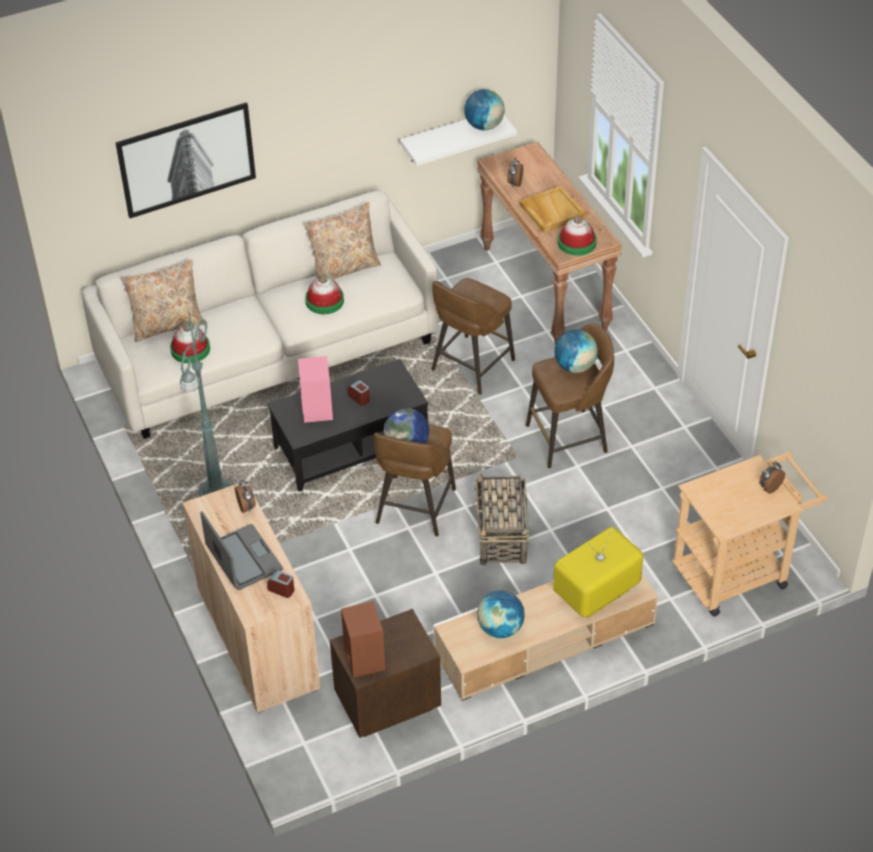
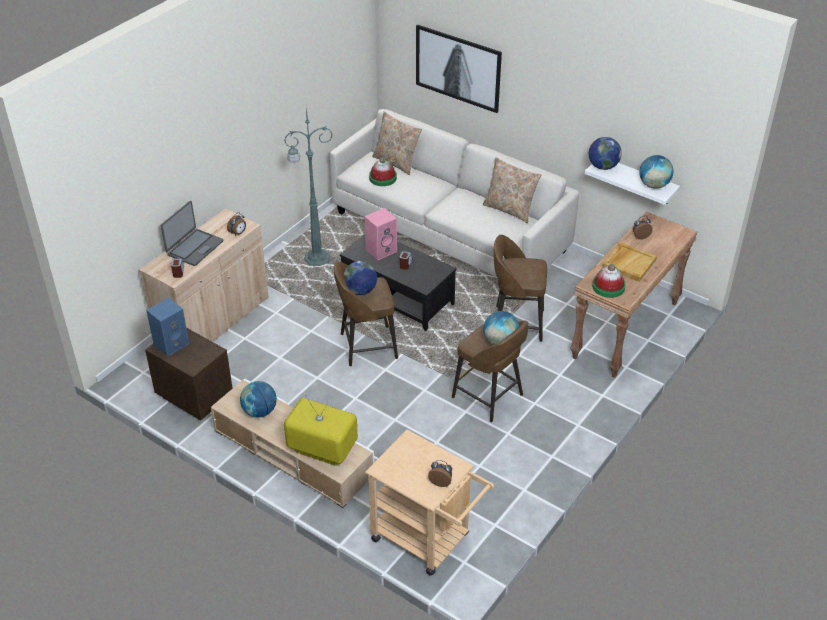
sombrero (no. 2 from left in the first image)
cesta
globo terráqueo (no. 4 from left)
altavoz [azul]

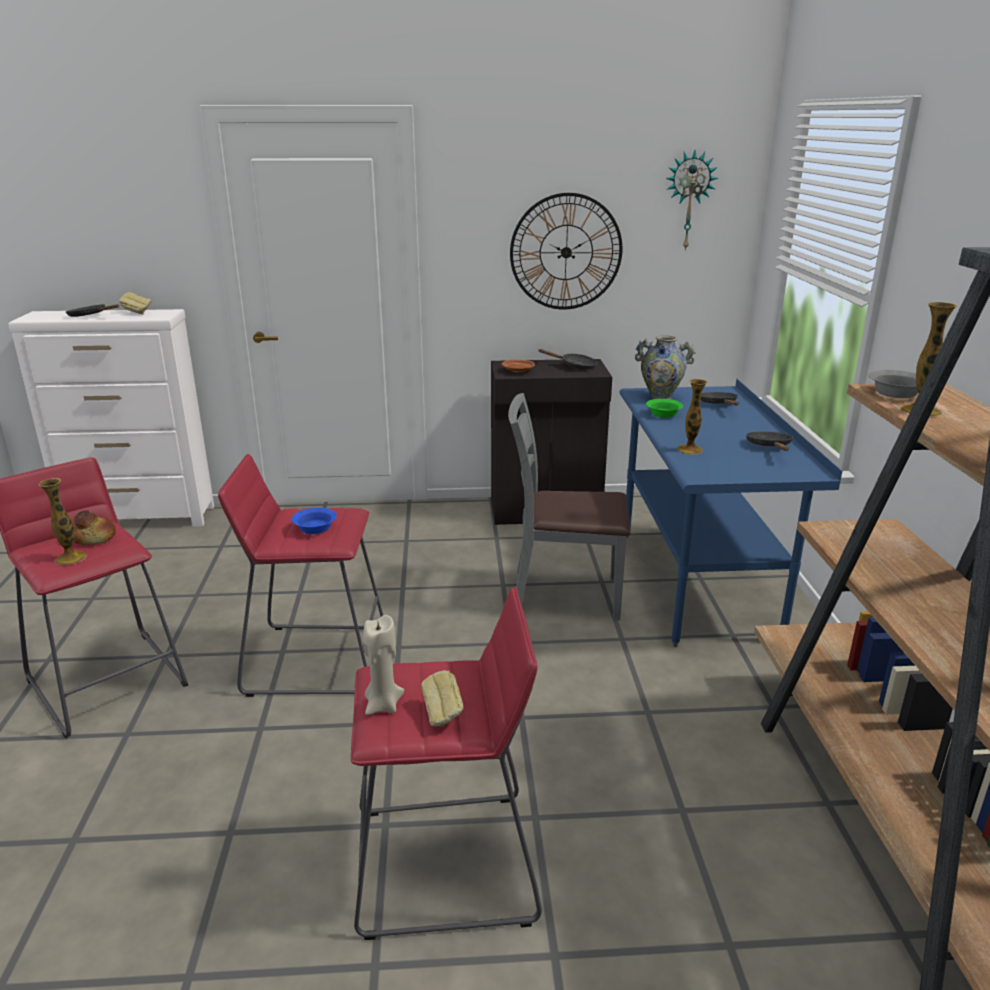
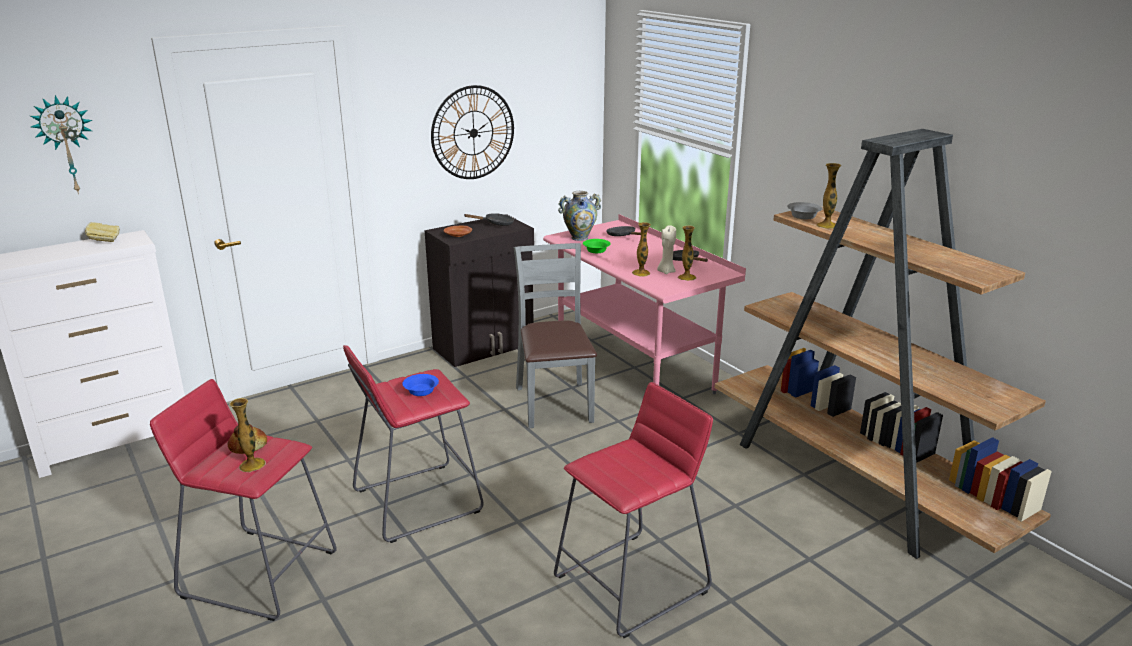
sartén [negro] (no. 1 from left in the first image)
pan (no. 3 from left in the first image)
florero (no. 4 from left)
vela [beis]
reloj de pared (no. 1 from left)
escritorio [rosa]
silla [gris]

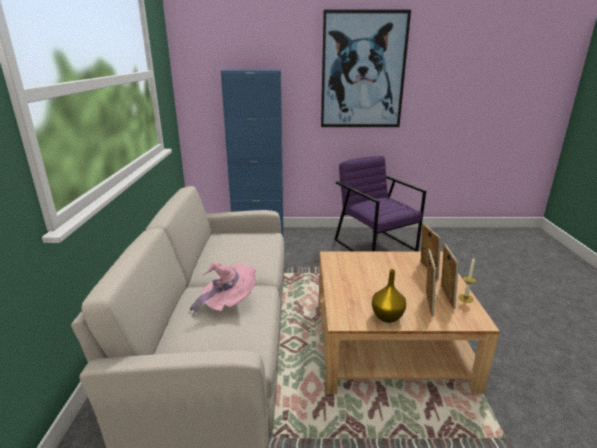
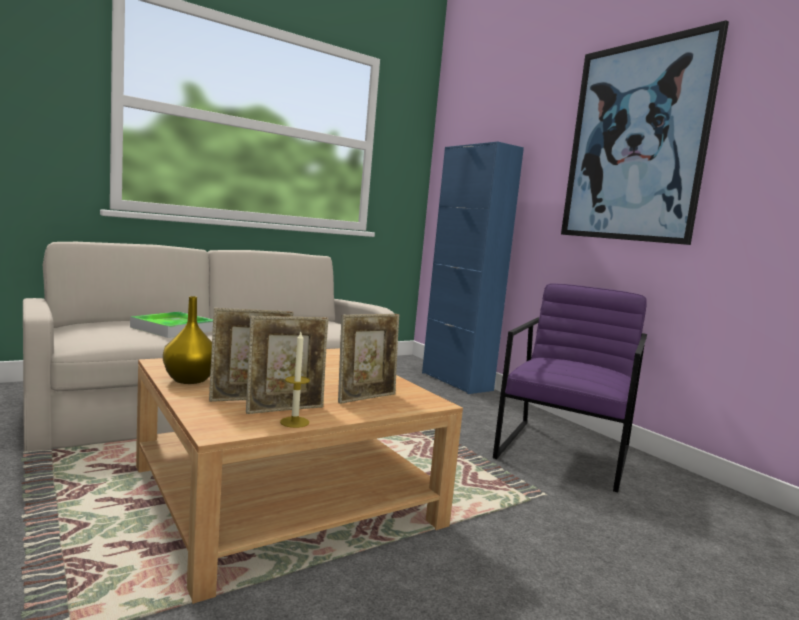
bandeja

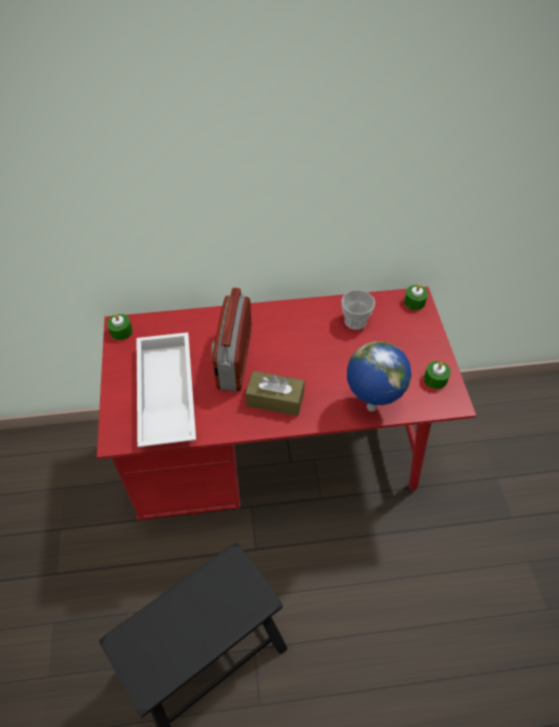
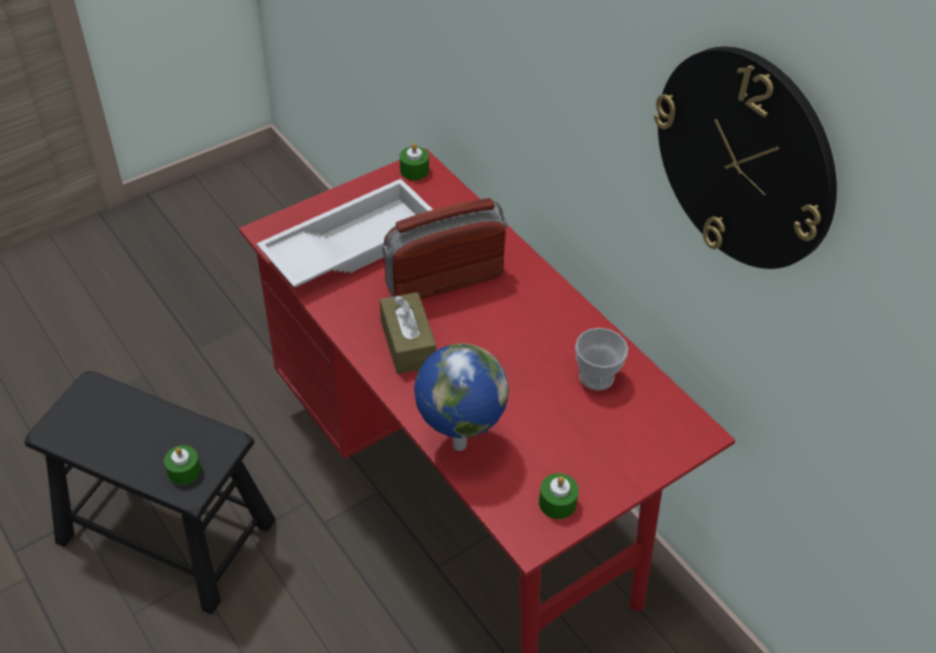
reloj de pared
vela [verde] (no. 1 from left)

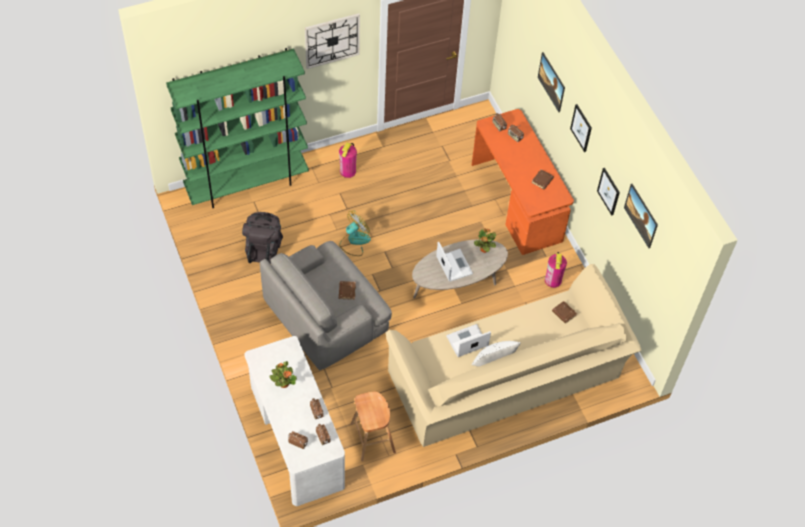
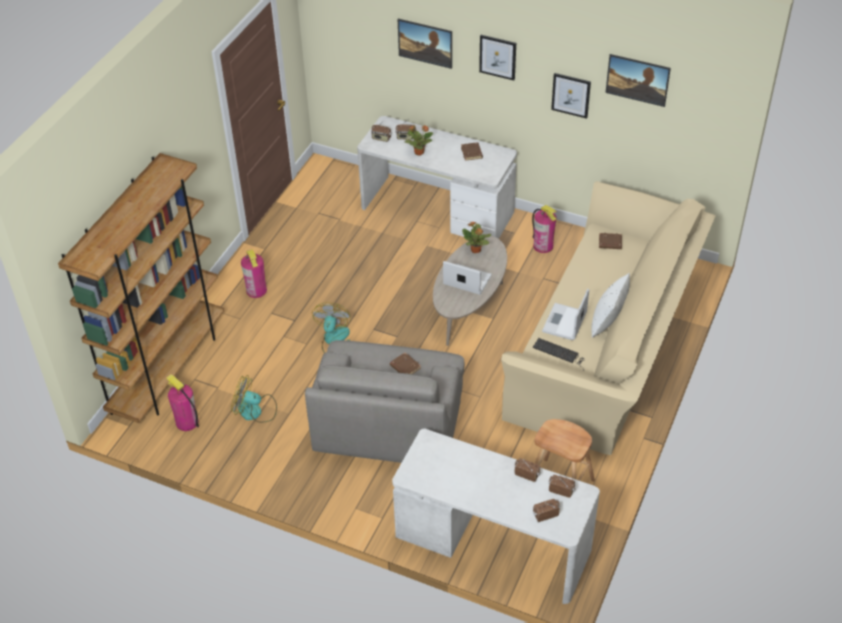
reloj de pared
extintor (no. 1 from left)
teclado
planta en maceta (no. 1 from left)
ventilador (no. 1 from left)
estantería [marrón]
escritorio [blanco] (no. 1 from left)

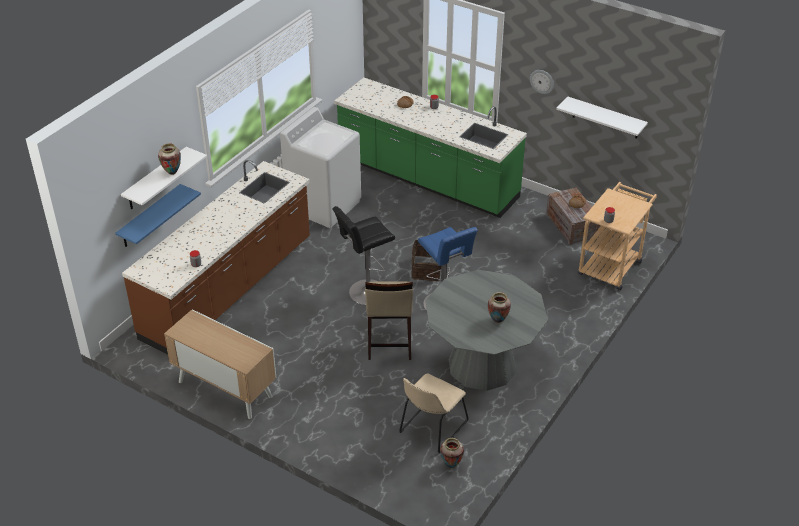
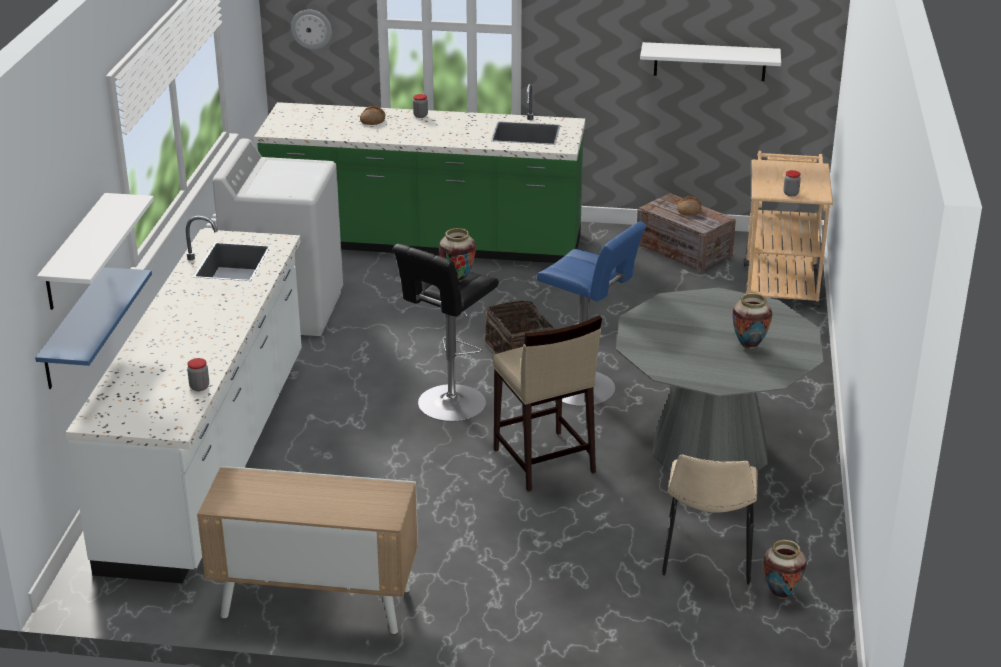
florero (no. 1 from left)
reloj de pared
mueble bajo de cocina [blanco]

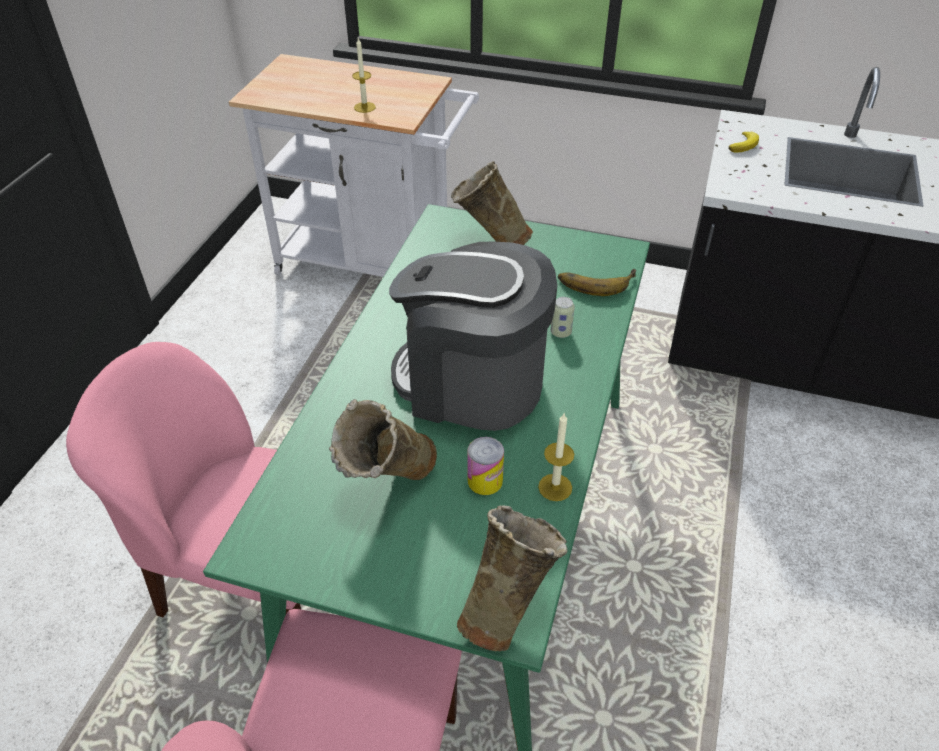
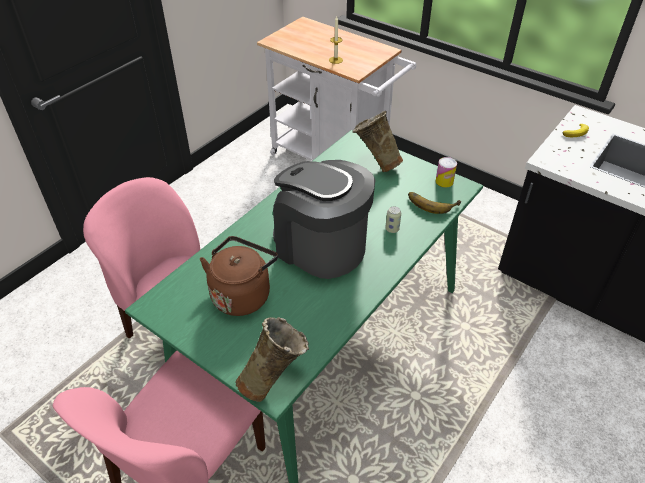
vela (no. 2 from left in the first image)
lata (no. 2 from left)
hervidor [marrón]

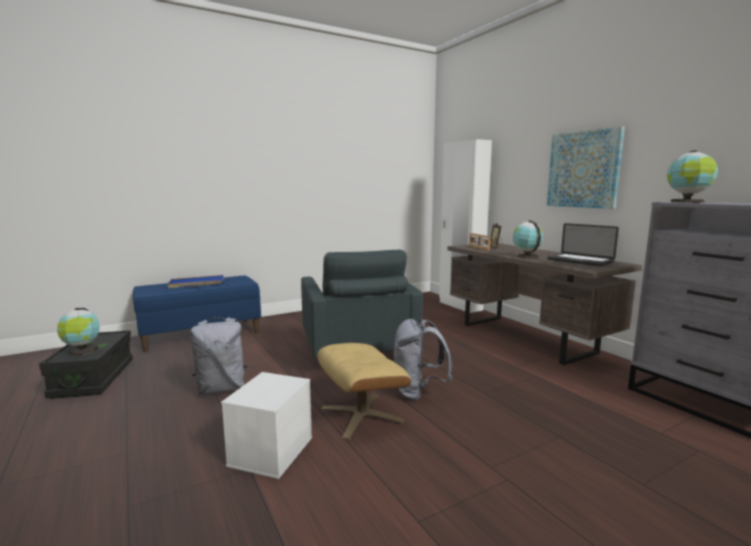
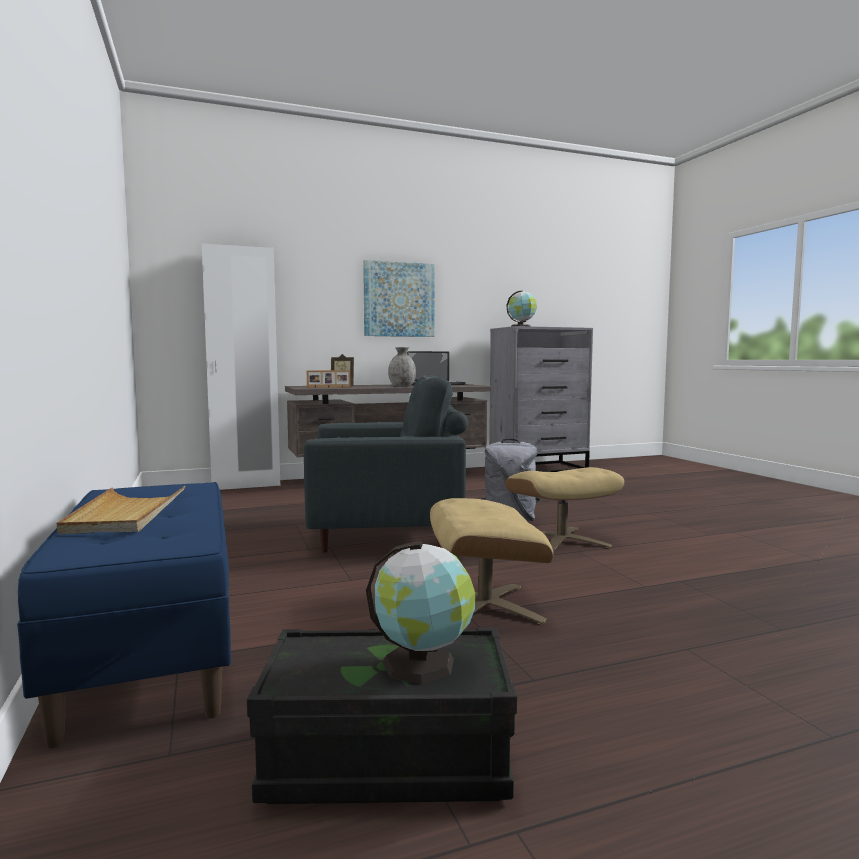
caja de almacenaje [blanco]
puf [beis] (no. 1 from left)
florero [gris]
bandeja [beis]

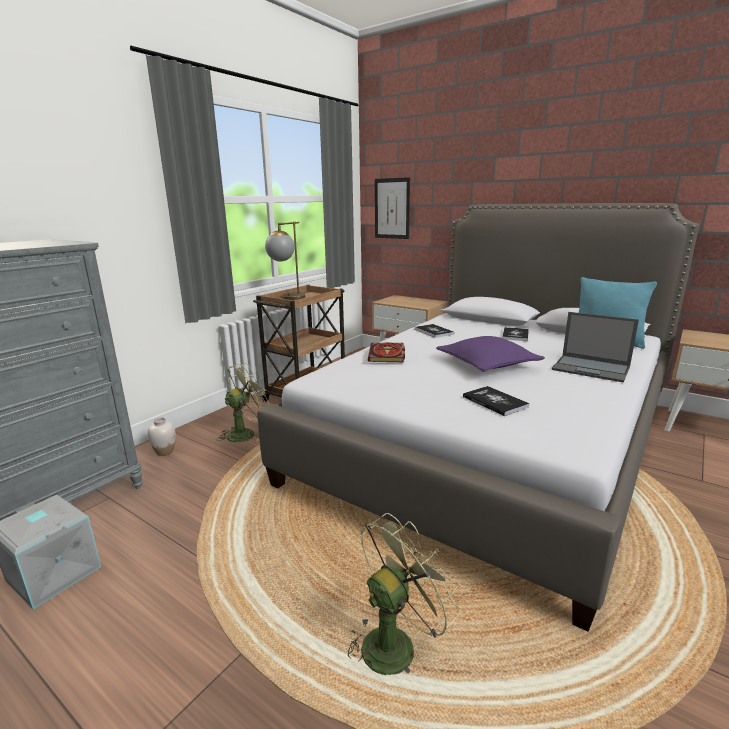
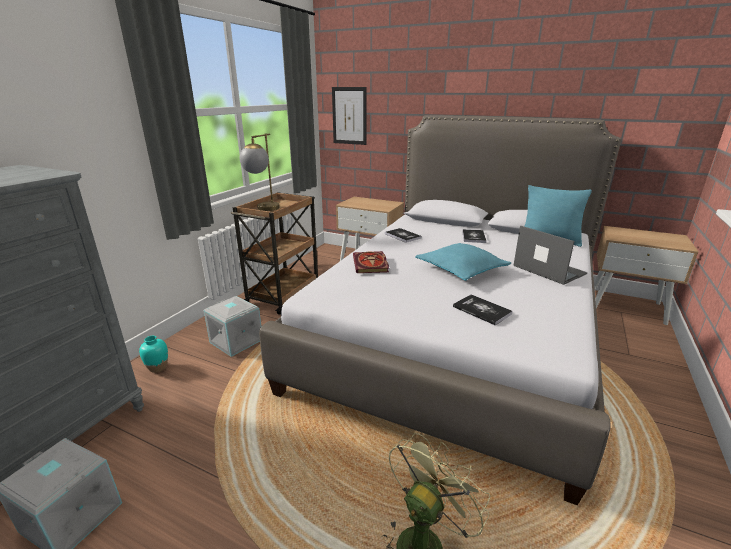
caja de almacenaje [gris] (no. 2 from left)
florero [turquesa]
cojín [turquesa] (no. 1 from left)
portátil

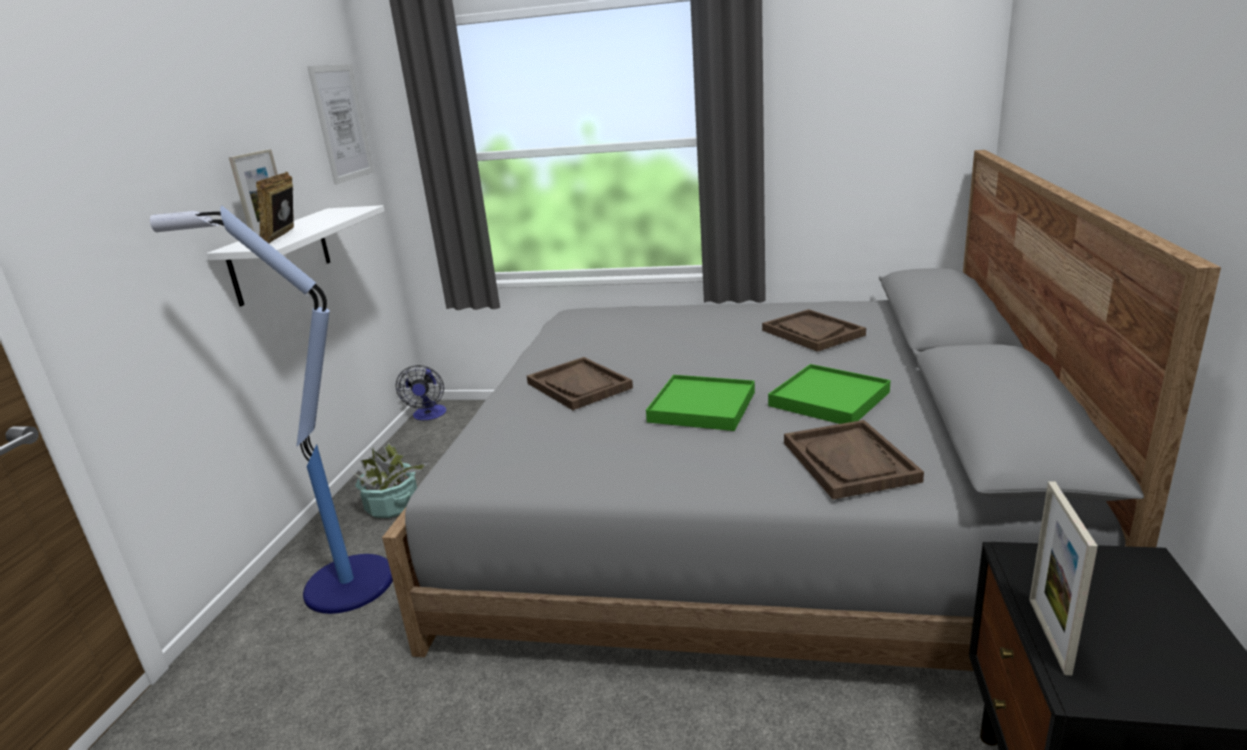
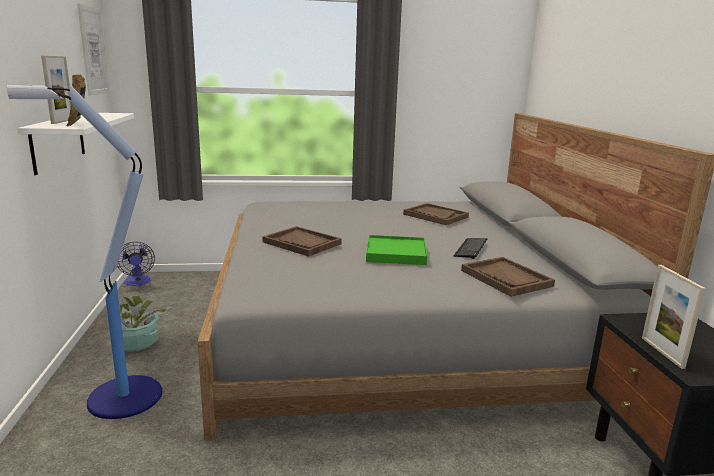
teclado

